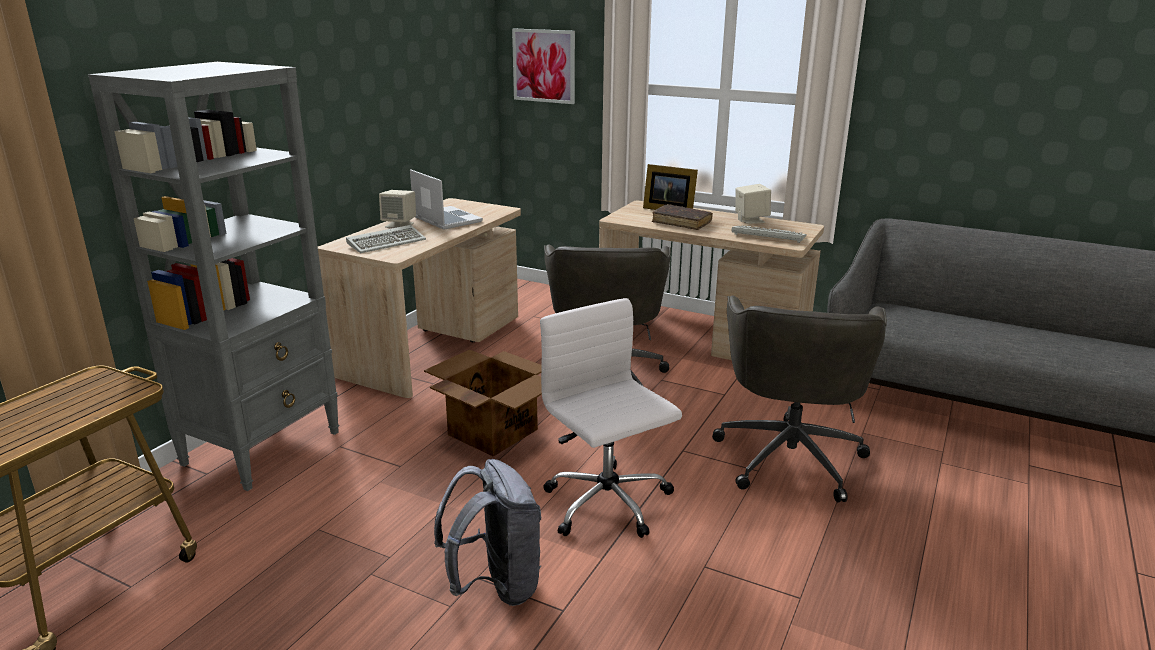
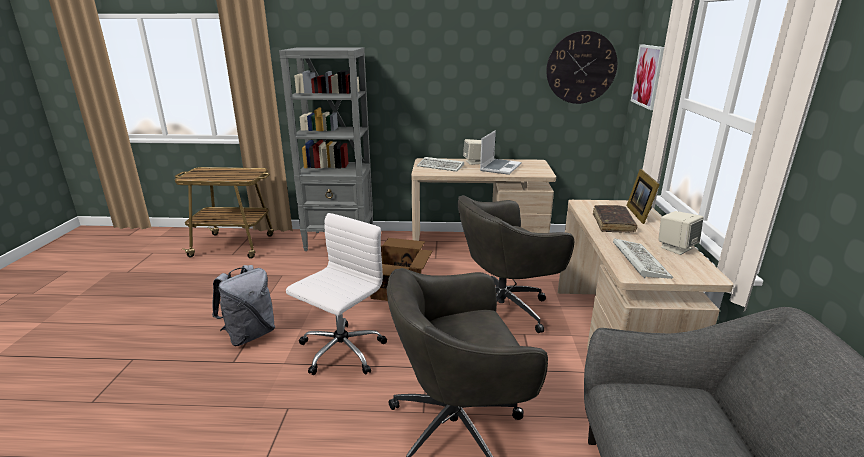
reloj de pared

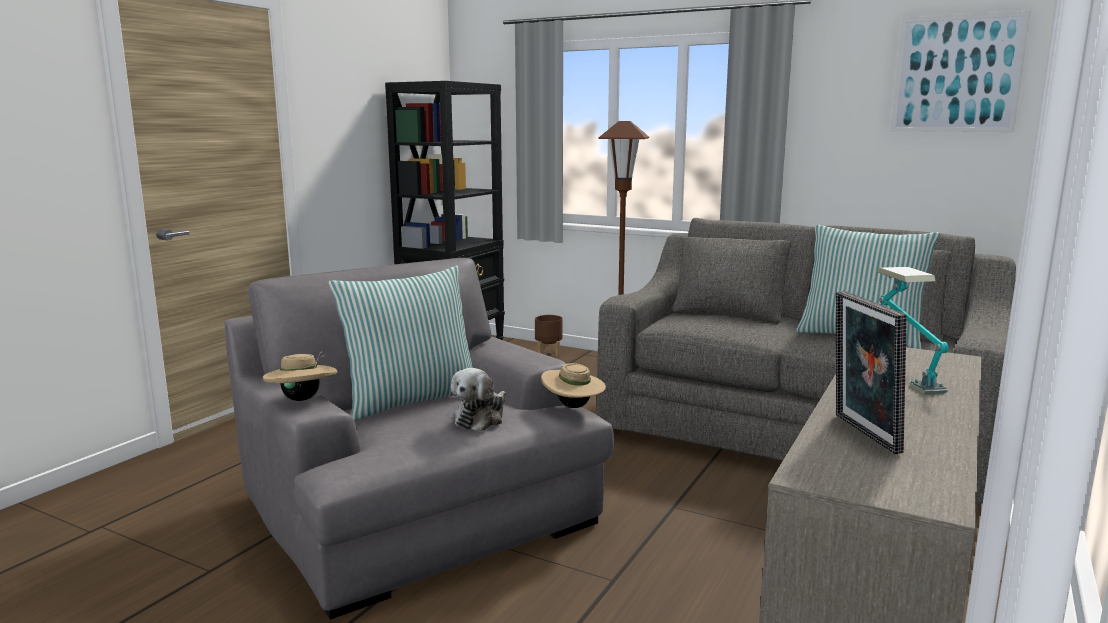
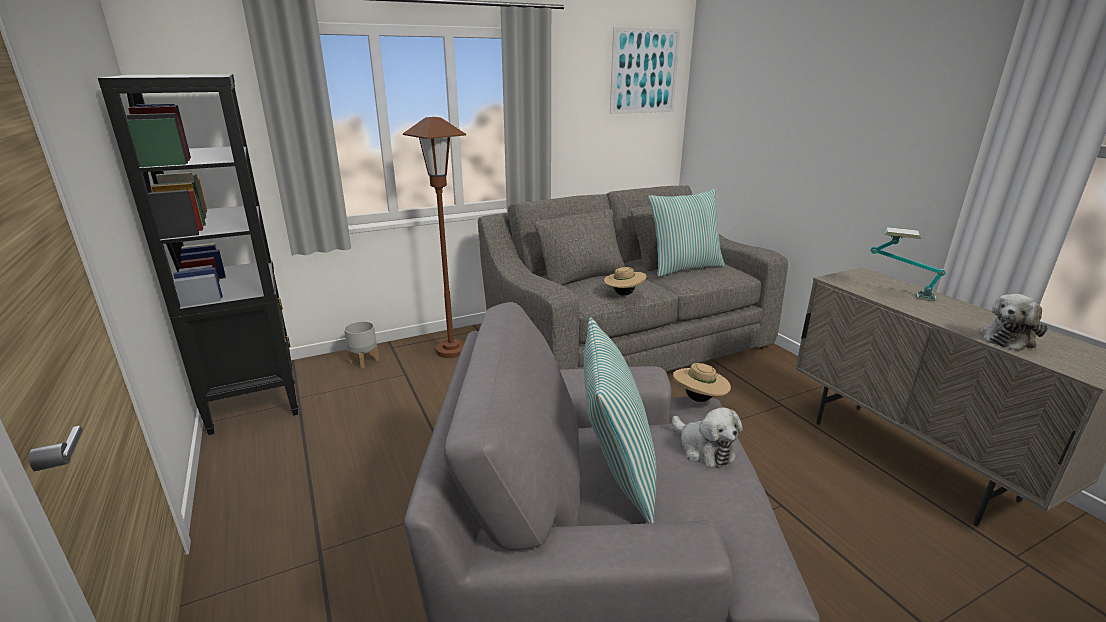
sombrero [beis] (no. 1 from left)
peluche (no. 2 from left)
maceta [gris]

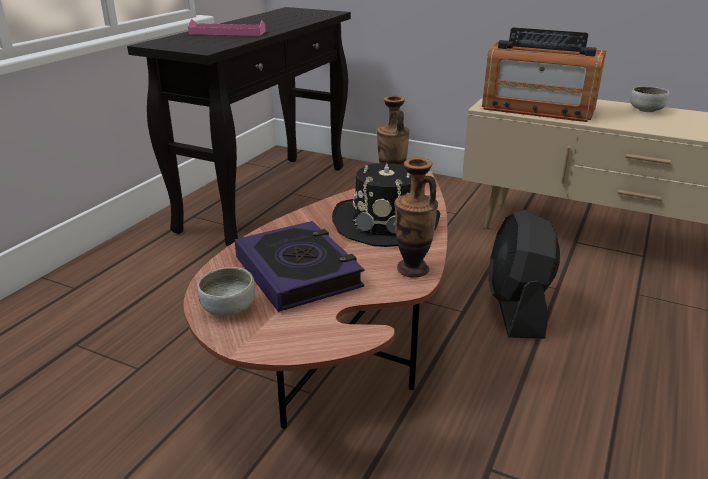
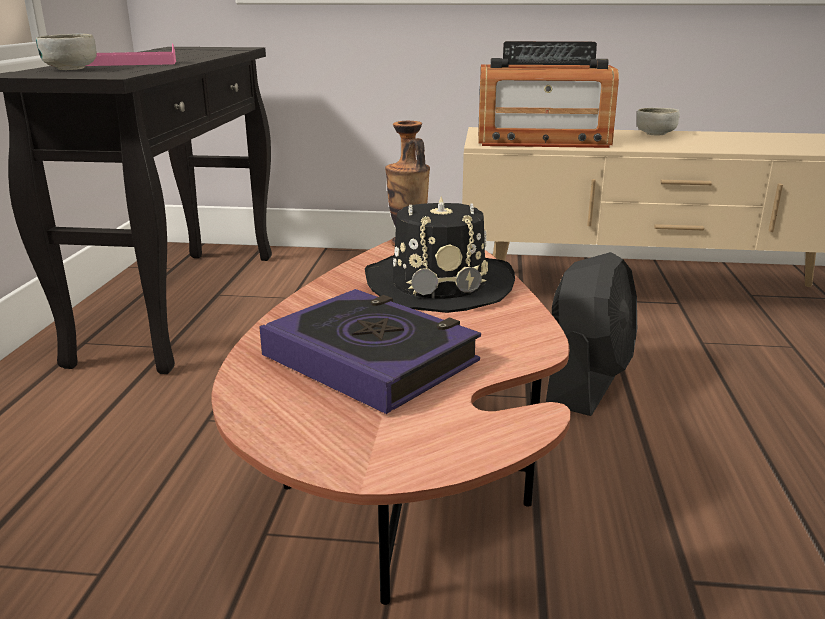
florero (no. 2 from left in the first image)
cuenco (no. 1 from left)
ventilador [negro]

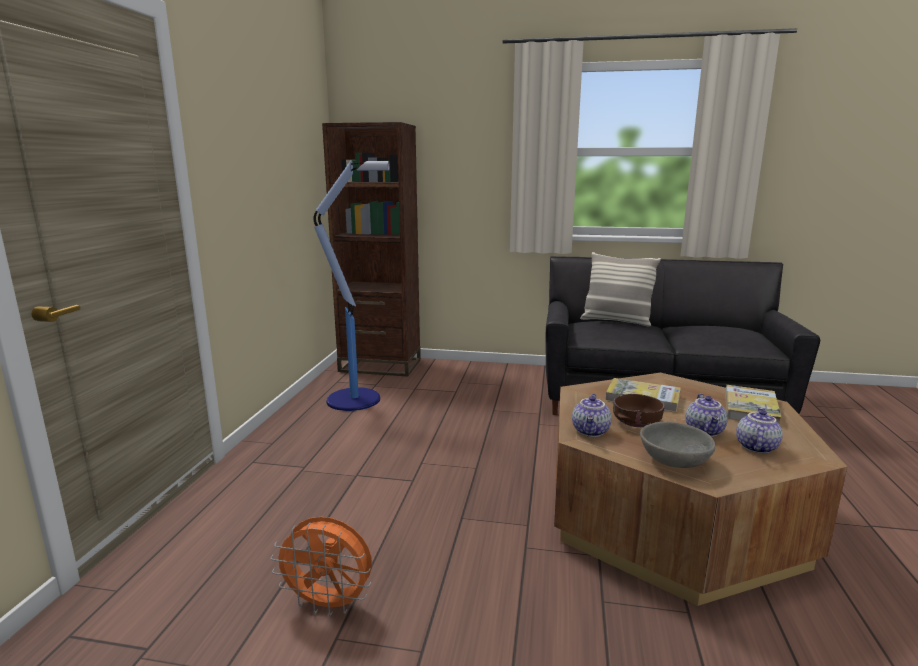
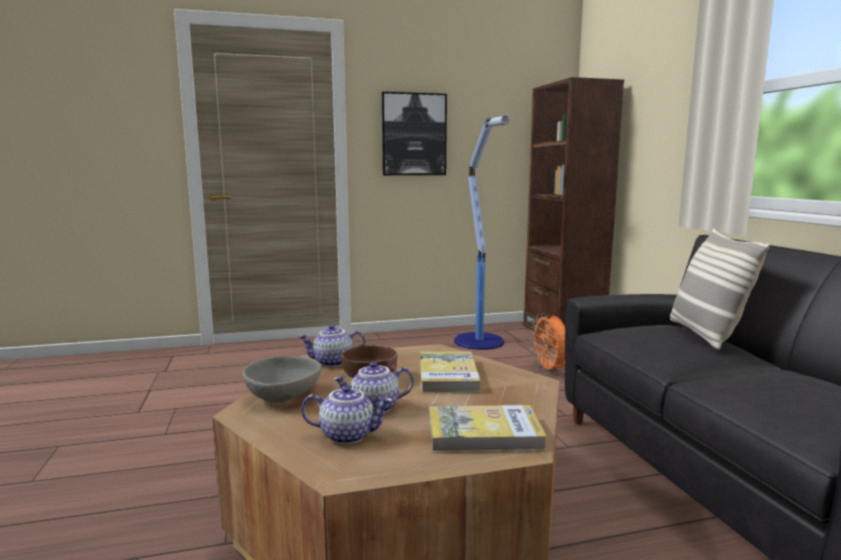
cuadro
ventilador [naranja]

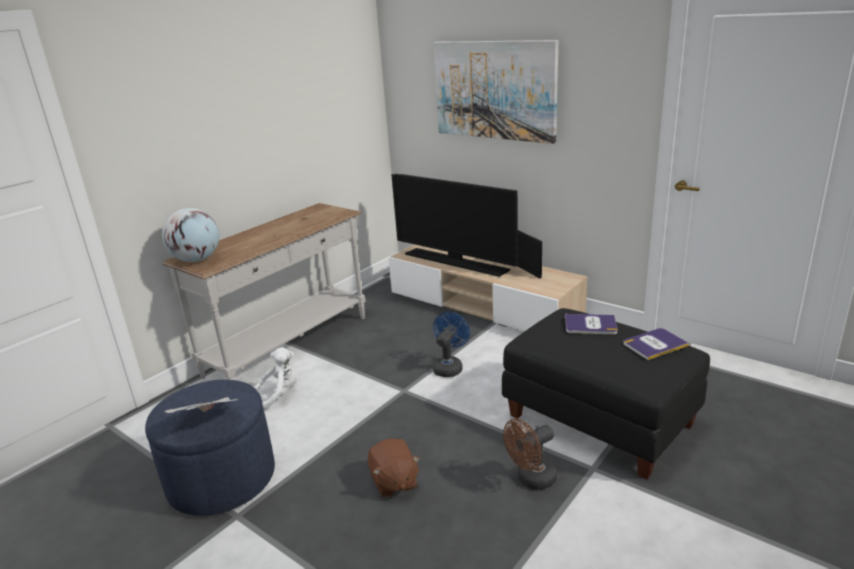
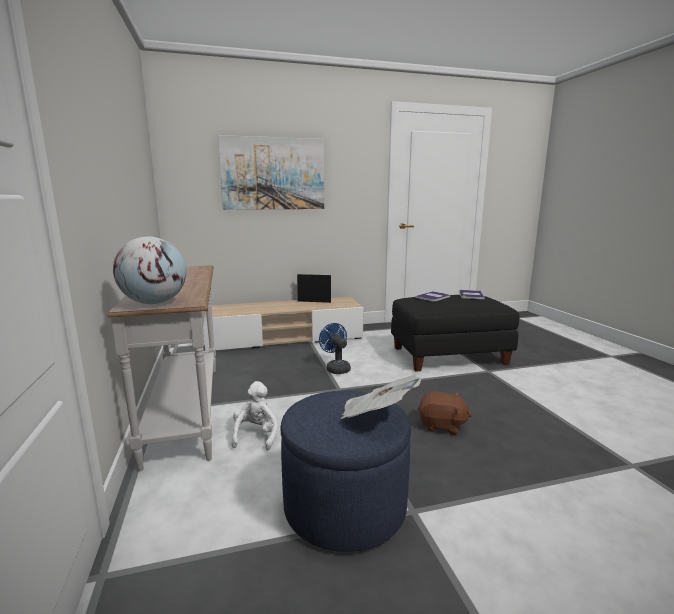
televisor
ventilador [marrón]

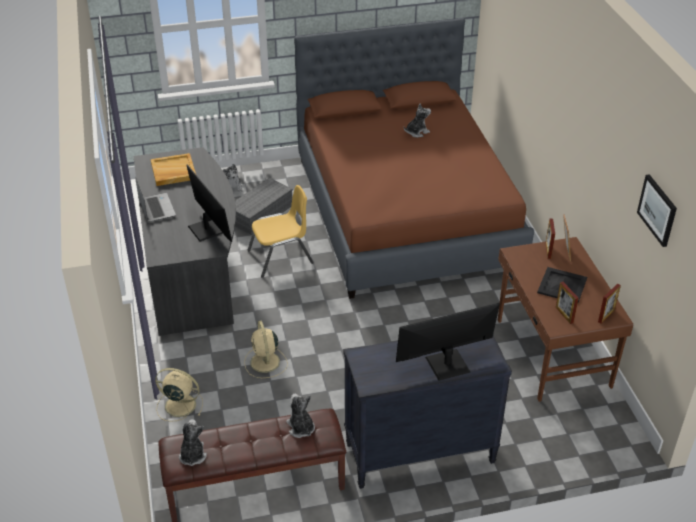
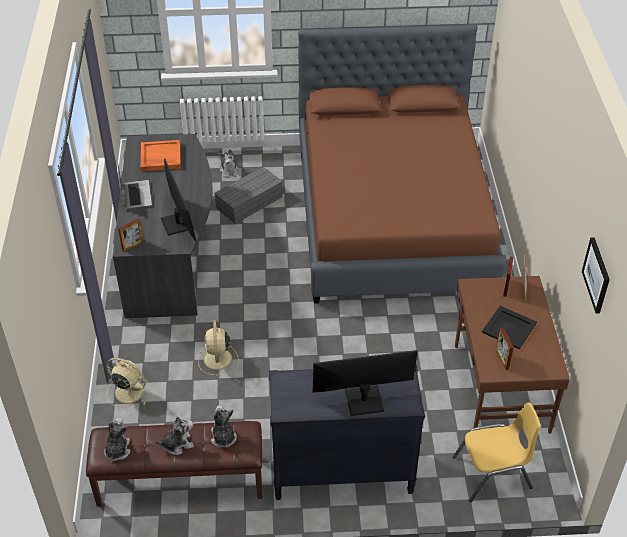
silla [amarillo]
peluche (no. 2 from left)
portarretratos (no. 1 from left)
bandeja [naranja]

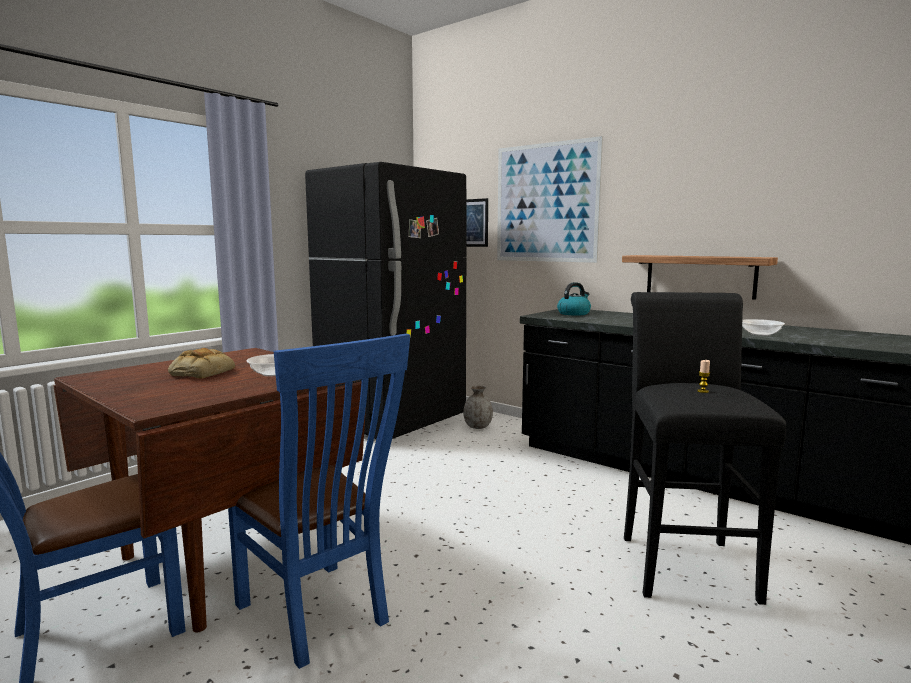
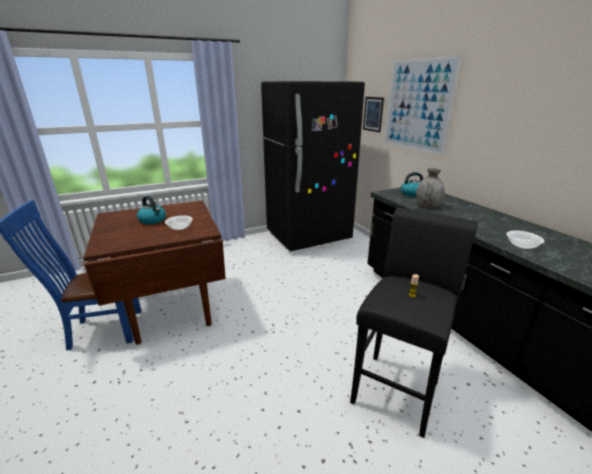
silla [azul] (no. 2 from left in the first image)
estante
florero [gris]
hervidor (no. 1 from left)

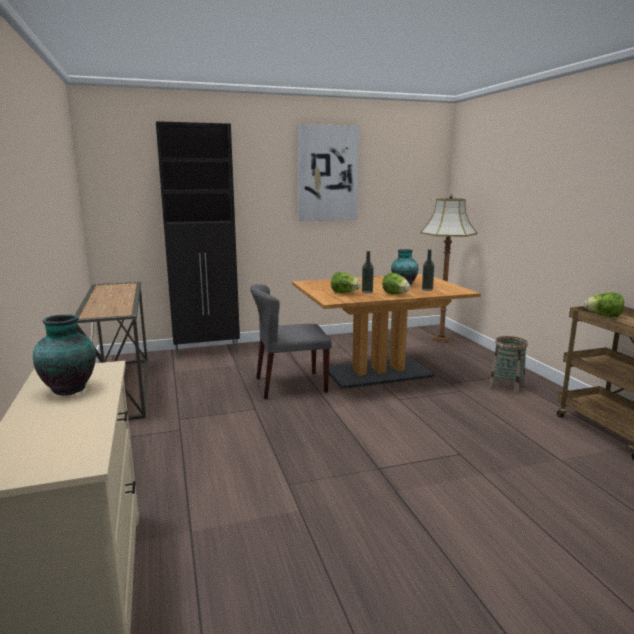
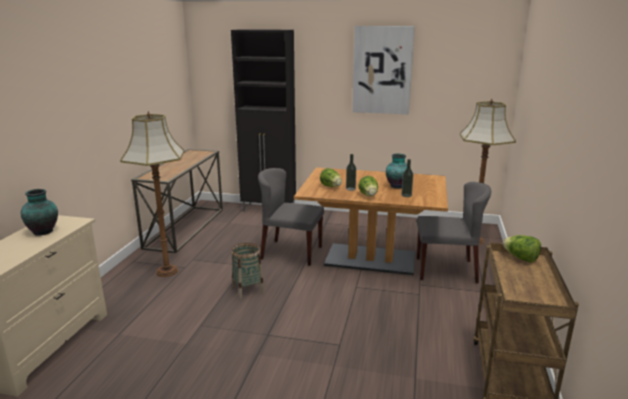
lámpara de pie (no. 1 from left)
silla [gris] (no. 2 from left)
cesta

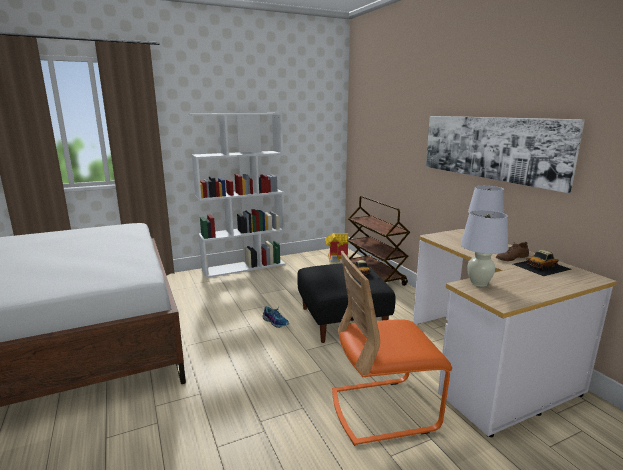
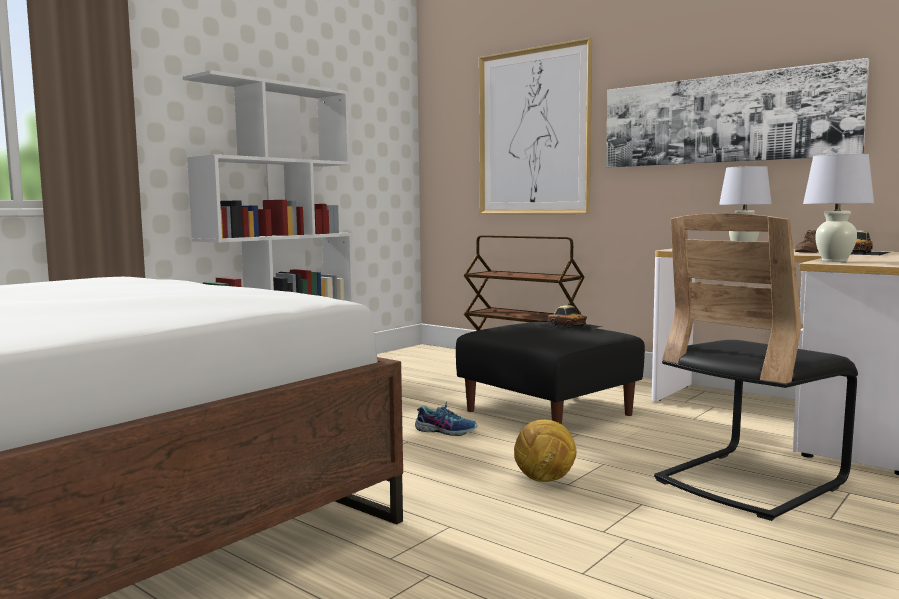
casita
cuadro (no. 1 from left)
balón de fútbol
silla [negro]

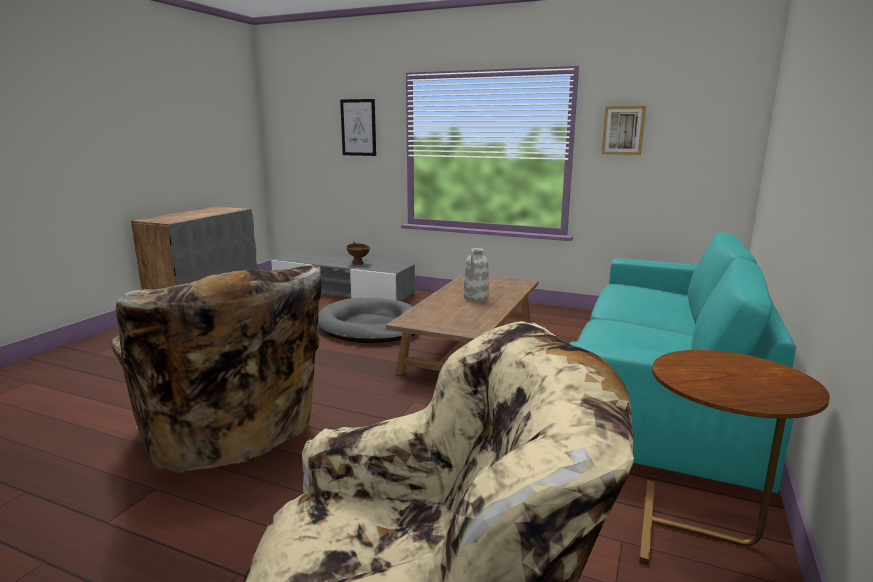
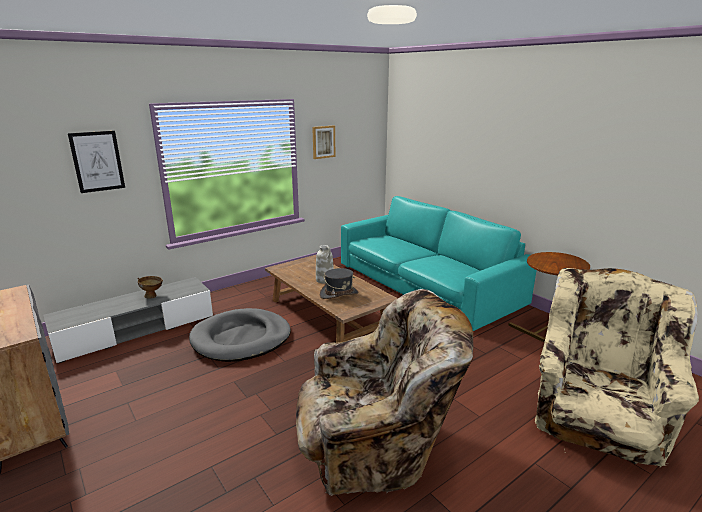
sombrero [gris]

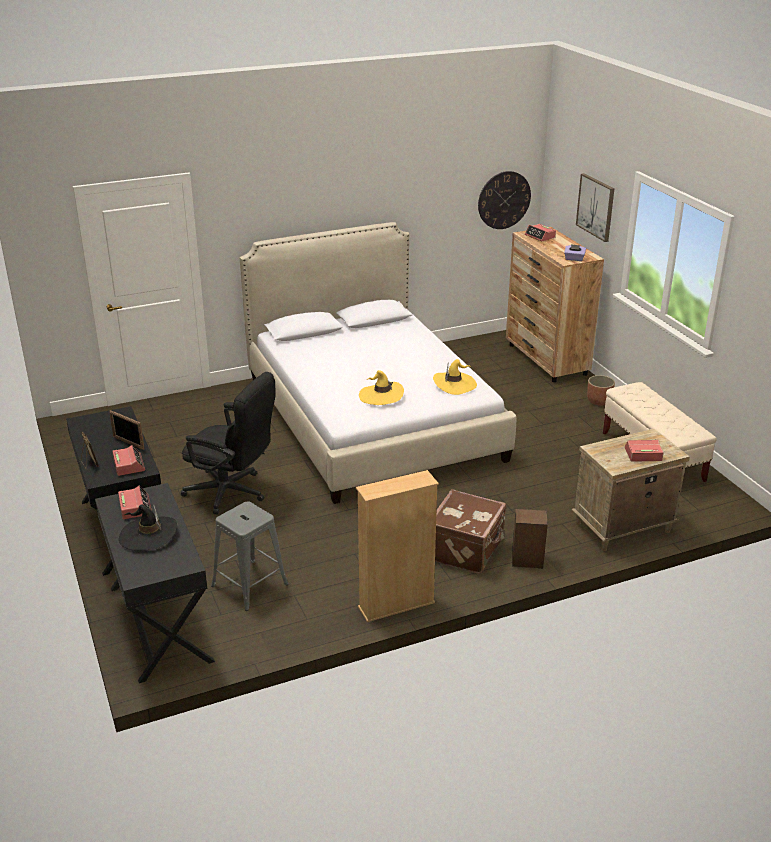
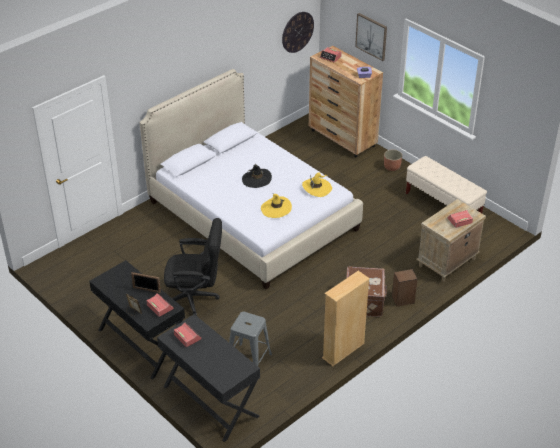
sombrero [negro]

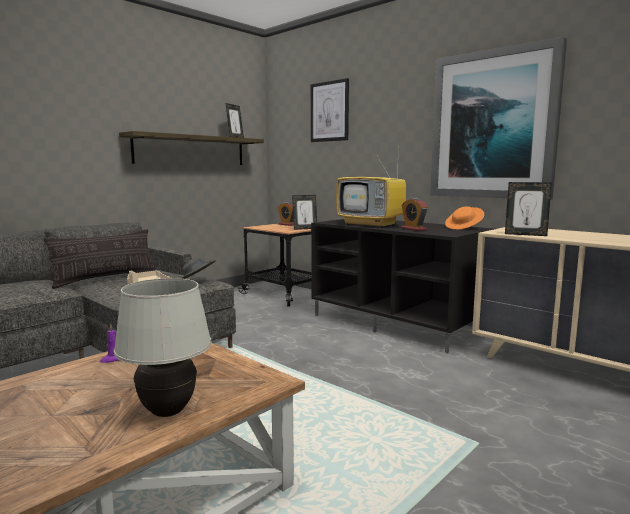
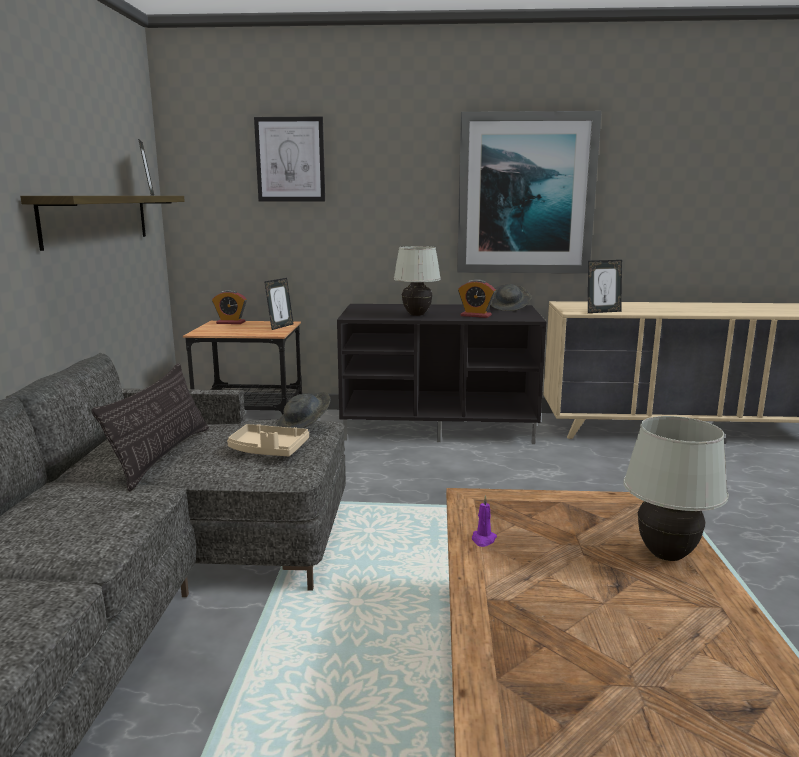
lámpara de mesa [blanco] (no. 1 from left)
sombrero [gris] (no. 2 from left)

